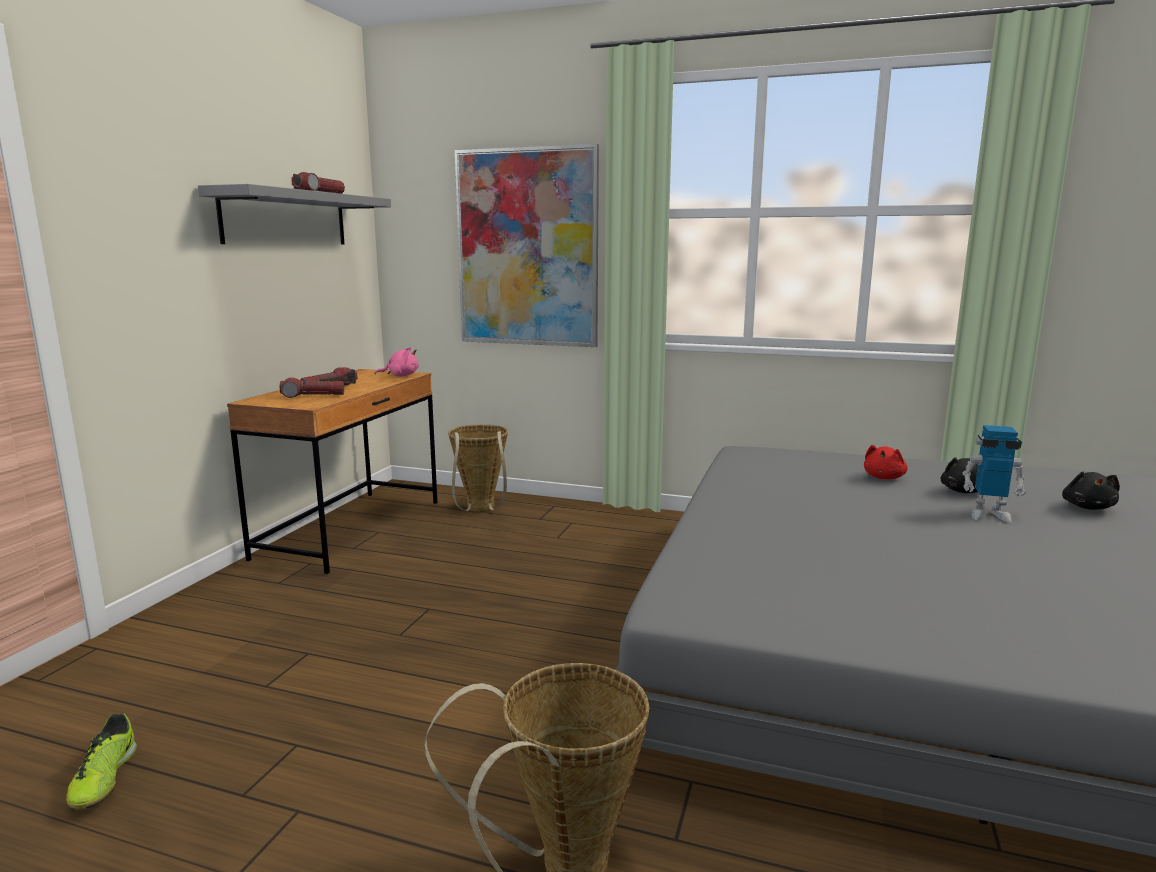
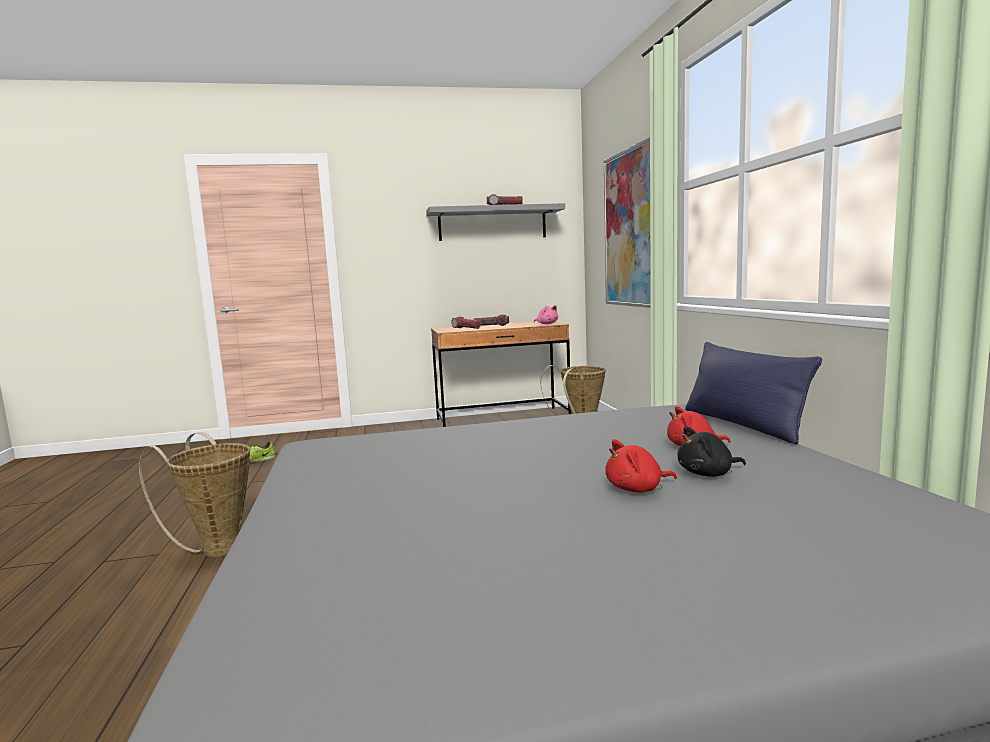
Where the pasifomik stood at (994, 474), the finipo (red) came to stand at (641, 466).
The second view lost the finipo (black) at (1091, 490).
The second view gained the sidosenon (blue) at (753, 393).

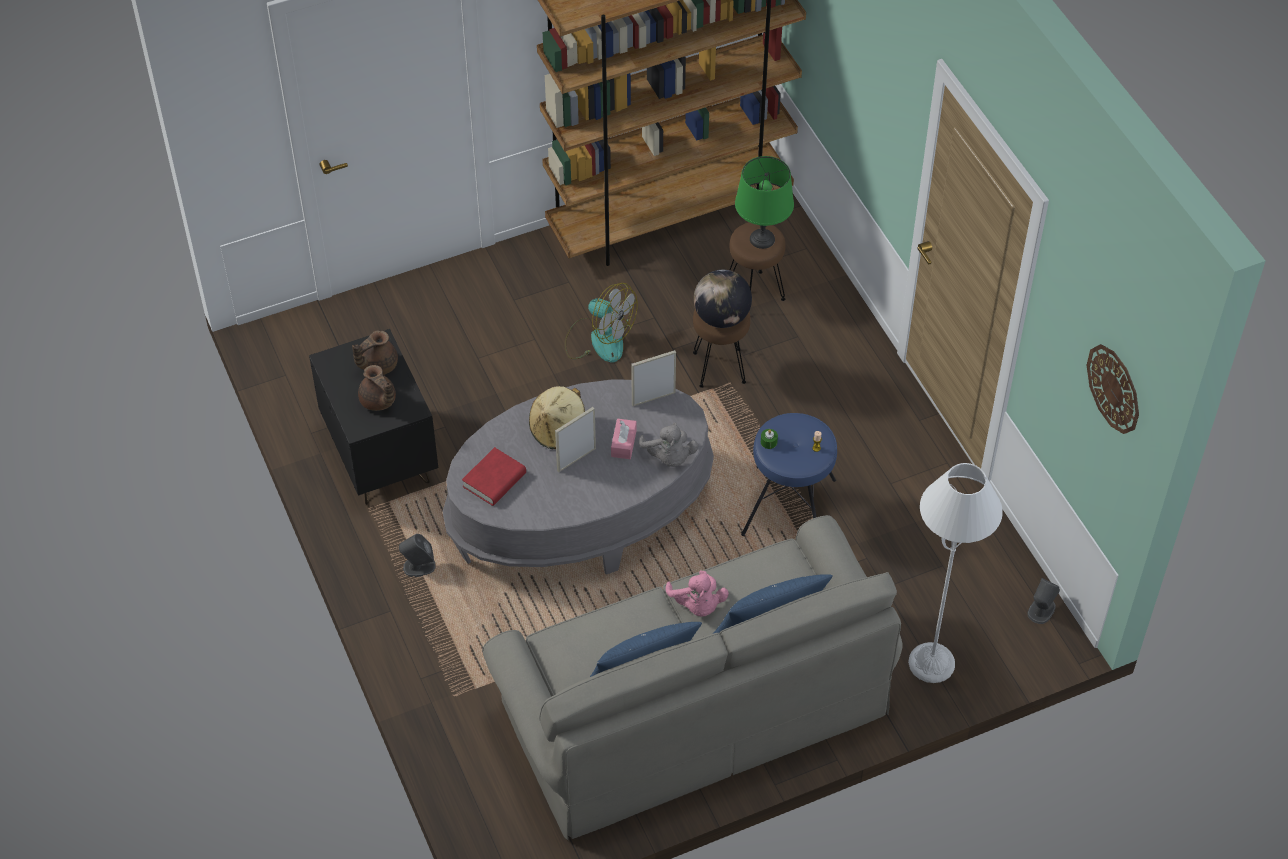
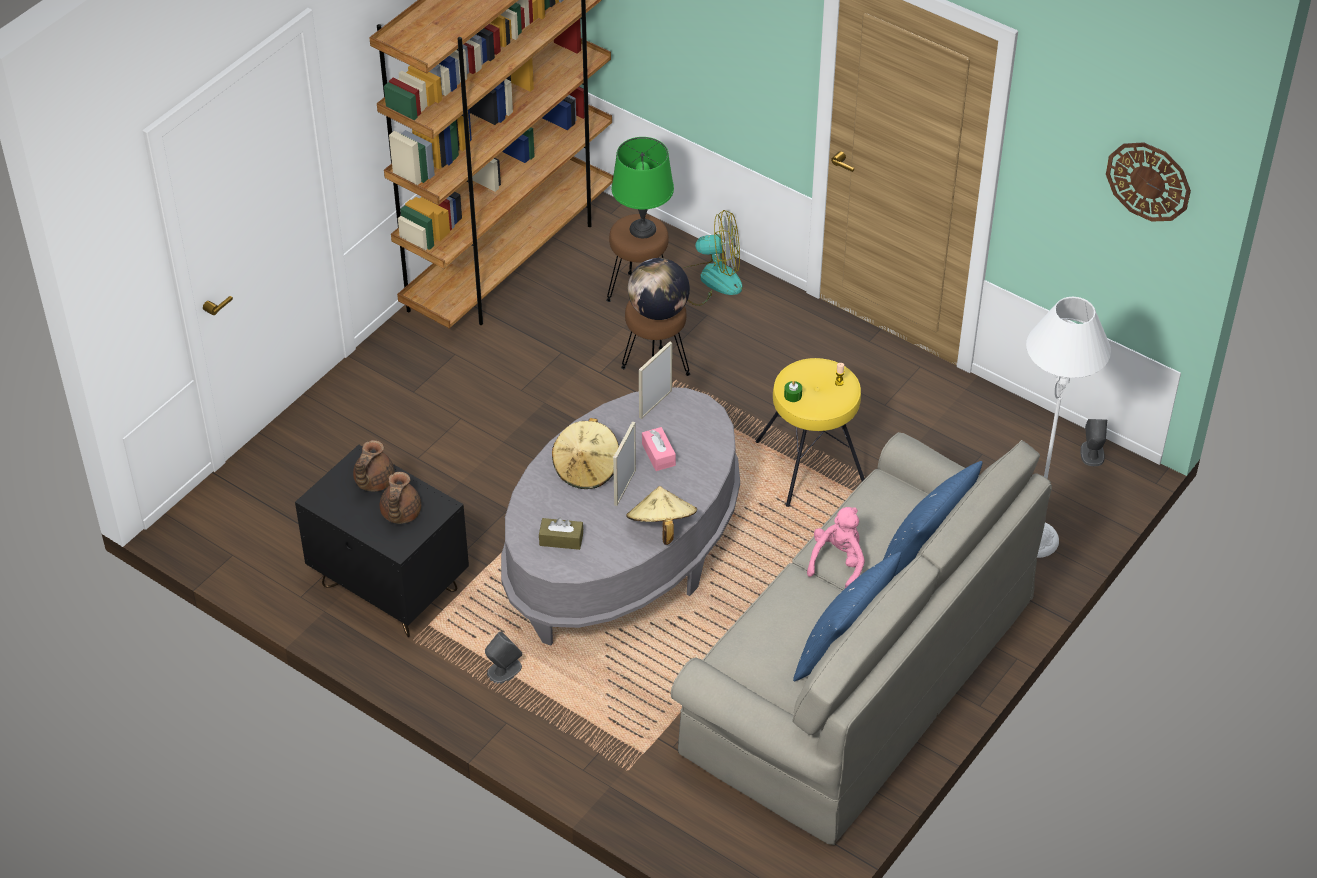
The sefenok ended up elsewhere, having gone from (601, 323) to (712, 258).
The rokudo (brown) at (377, 388) ended up facing another way, 75 degrees clockwise from before.
What was the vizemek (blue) at (789, 474) turned into the vizemek (yellow) at (810, 432).
The second view lost the finipo (grey) at (668, 444).
Where the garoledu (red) stood at (494, 476), the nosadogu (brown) came to stand at (561, 534).
The finipo (pink) at (697, 594) ended up facing another way, 105 degrees counterclockwise from before.
The second view gained the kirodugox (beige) at (661, 515).

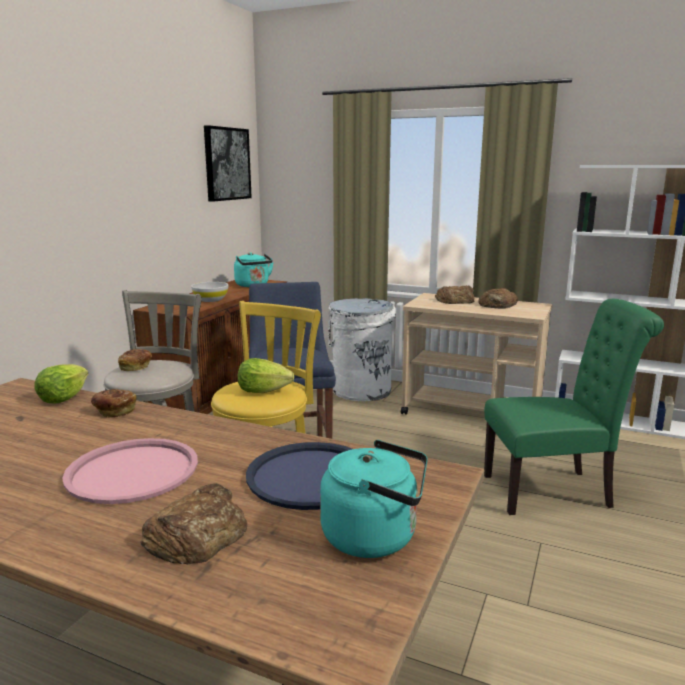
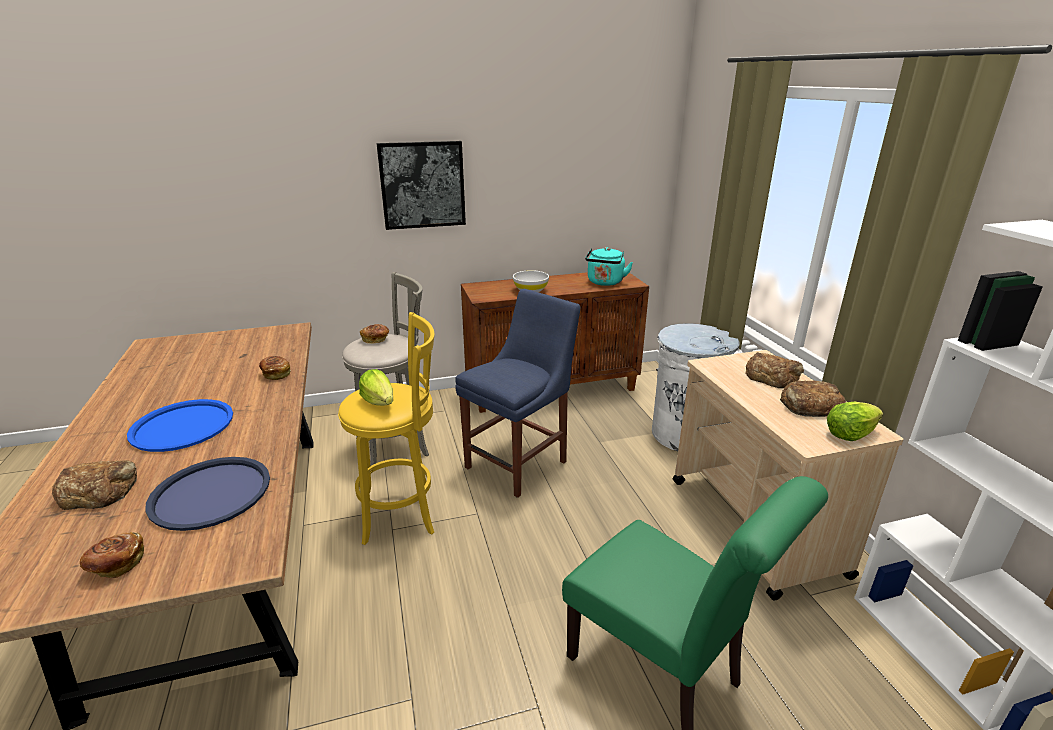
The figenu ended up elsewhere, having gone from (228, 163) to (421, 185).
The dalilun ended up elsewhere, having gone from (61, 384) to (855, 421).
What was the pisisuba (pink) at (130, 471) turned into the pisisuba (blue) at (180, 425).
Where the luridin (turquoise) stood at (374, 499), the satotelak came to stand at (112, 555).

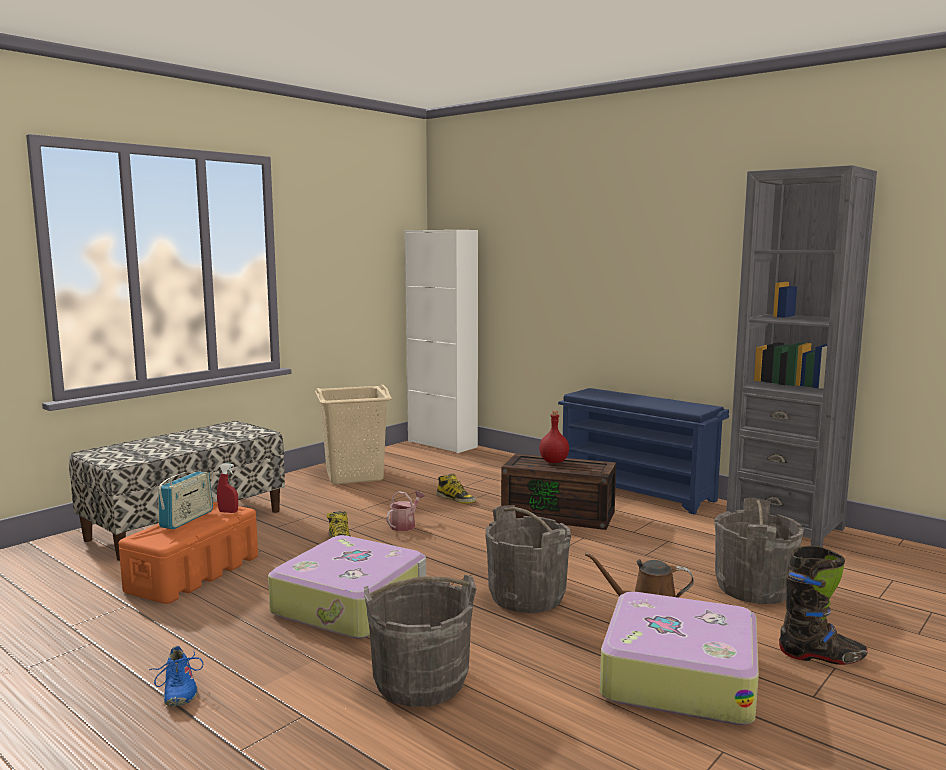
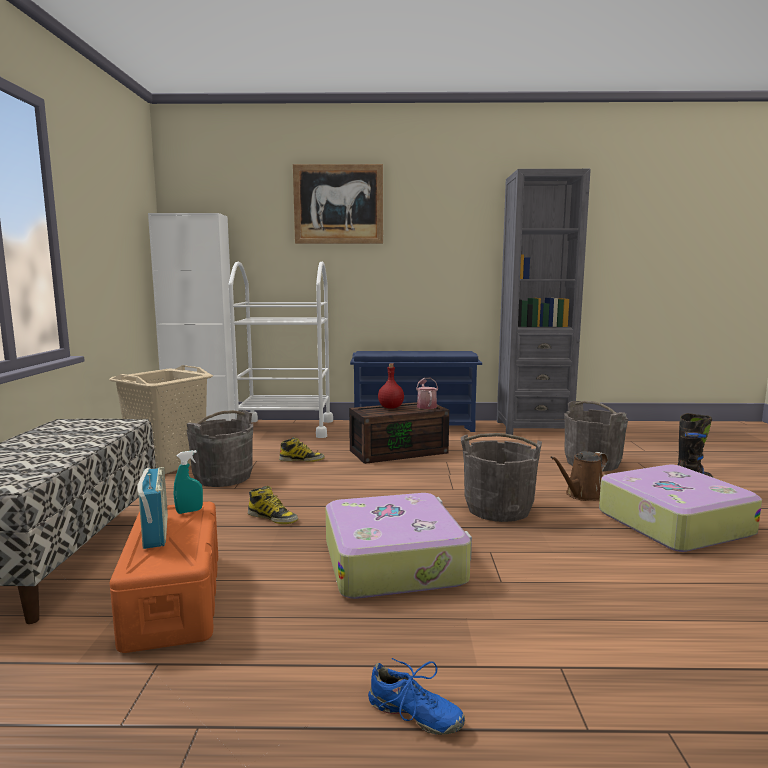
What was the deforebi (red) at (227, 488) turned into the deforebi (turquoise) at (188, 482).
The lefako ended up elsewhere, having gone from (405, 511) to (427, 393).
The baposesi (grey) ended up elsewhere, having gone from (420, 641) to (220, 448).
The second view gained the figenu at (338, 204).
The second view gained the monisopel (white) at (281, 350).

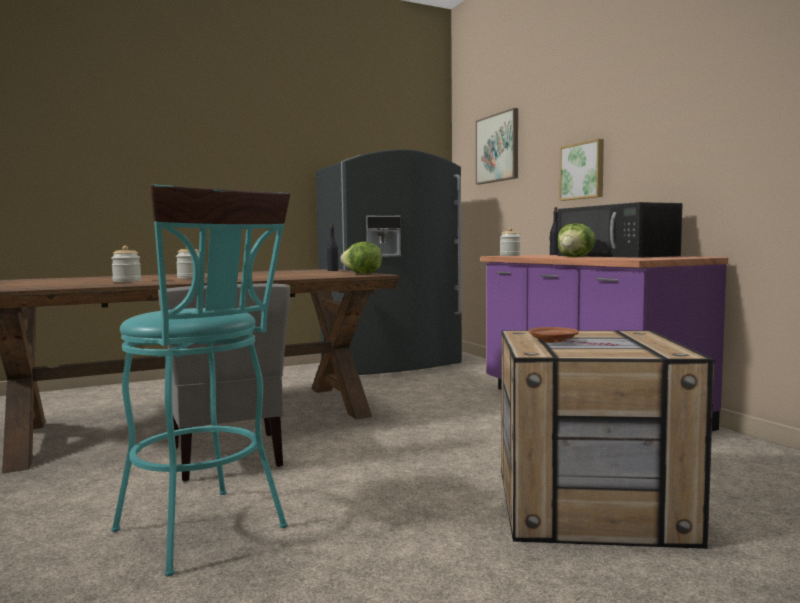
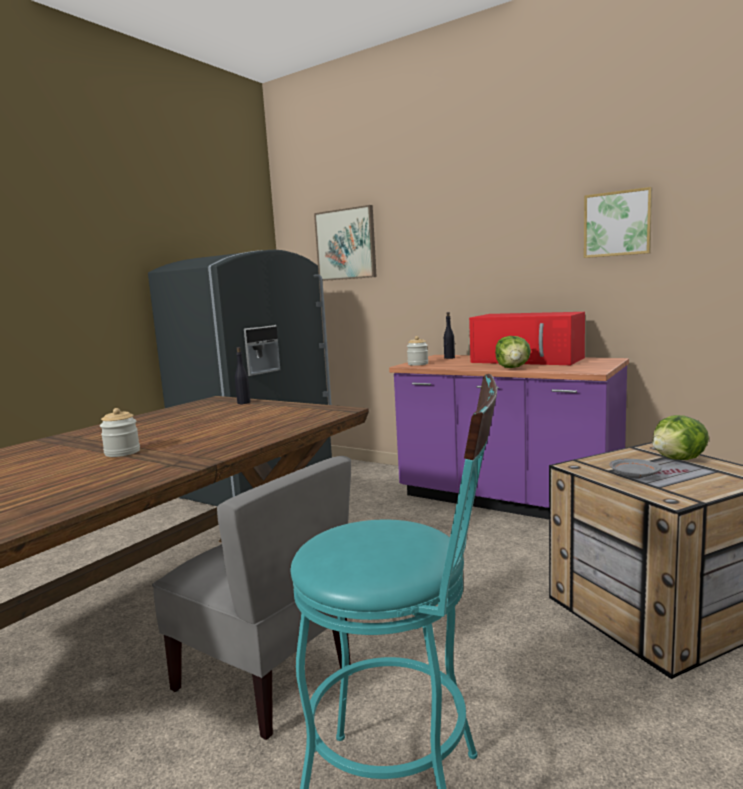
The figenu ended up elsewhere, having gone from (581, 170) to (618, 222).
What was the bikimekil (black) at (620, 230) turned into the bikimekil (red) at (527, 338).
The dalilun ended up elsewhere, having gone from (361, 257) to (680, 437).
The second view lost the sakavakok at (126, 264).
What was the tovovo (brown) at (554, 335) turned into the tovovo (grey) at (635, 469).

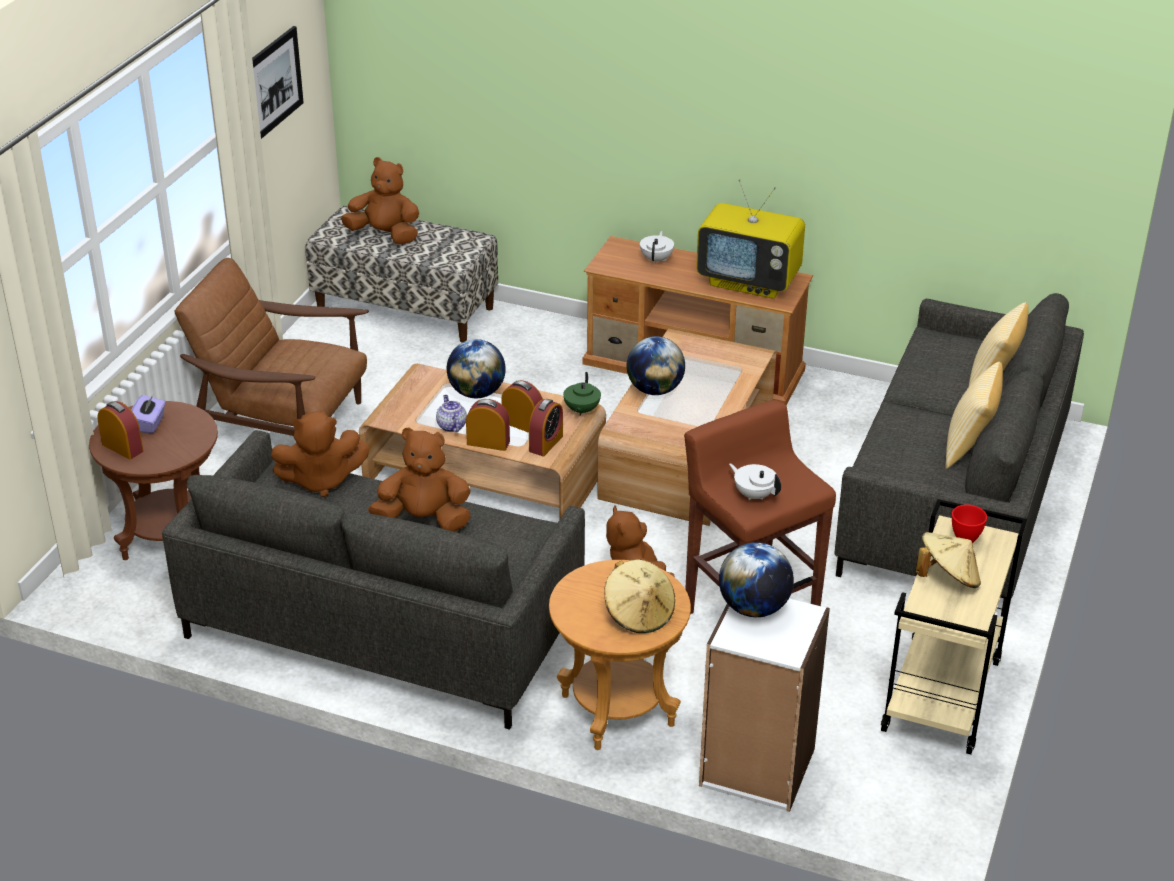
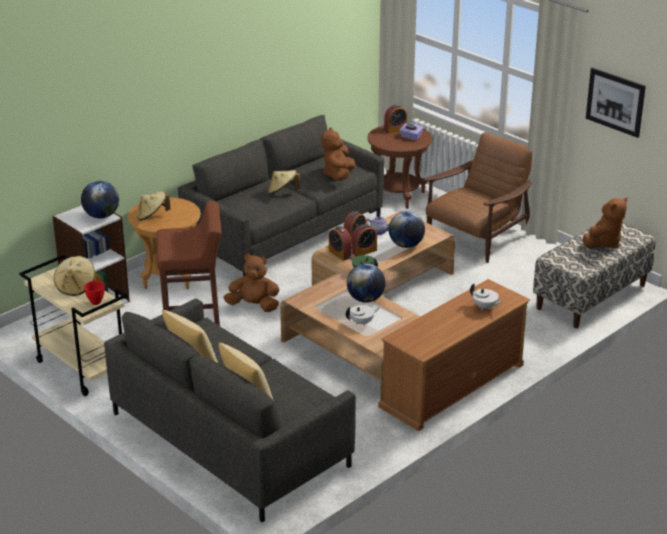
The second view lost the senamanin at (750, 239).
Where the finipo (brown) stood at (419, 479), the kirodugox (beige) came to stand at (284, 182).
The rokudo (white) ended up elsewhere, having gone from (755, 481) to (363, 315).

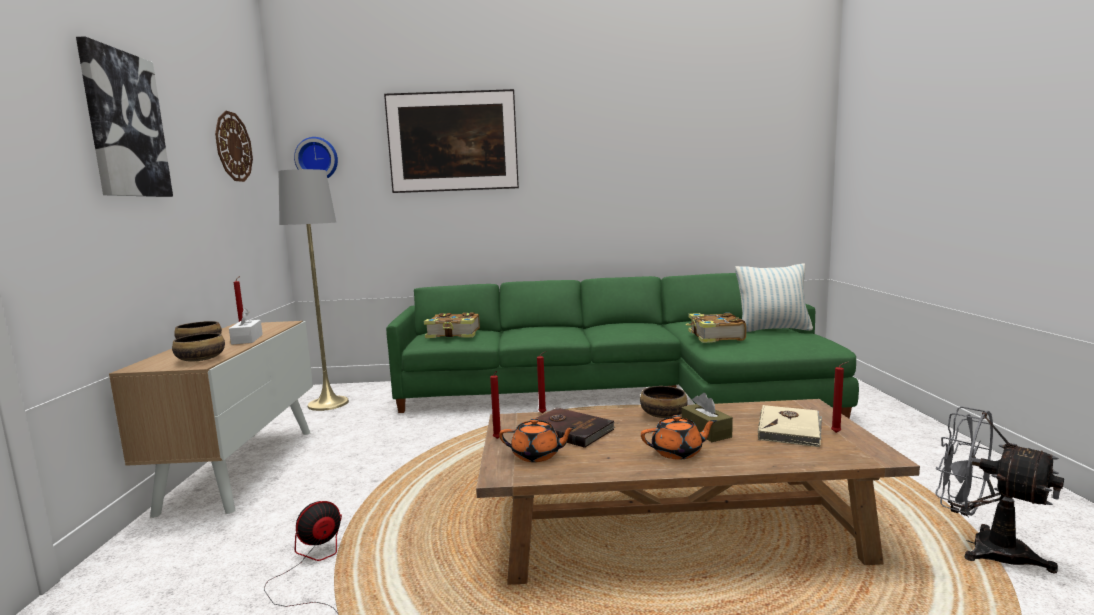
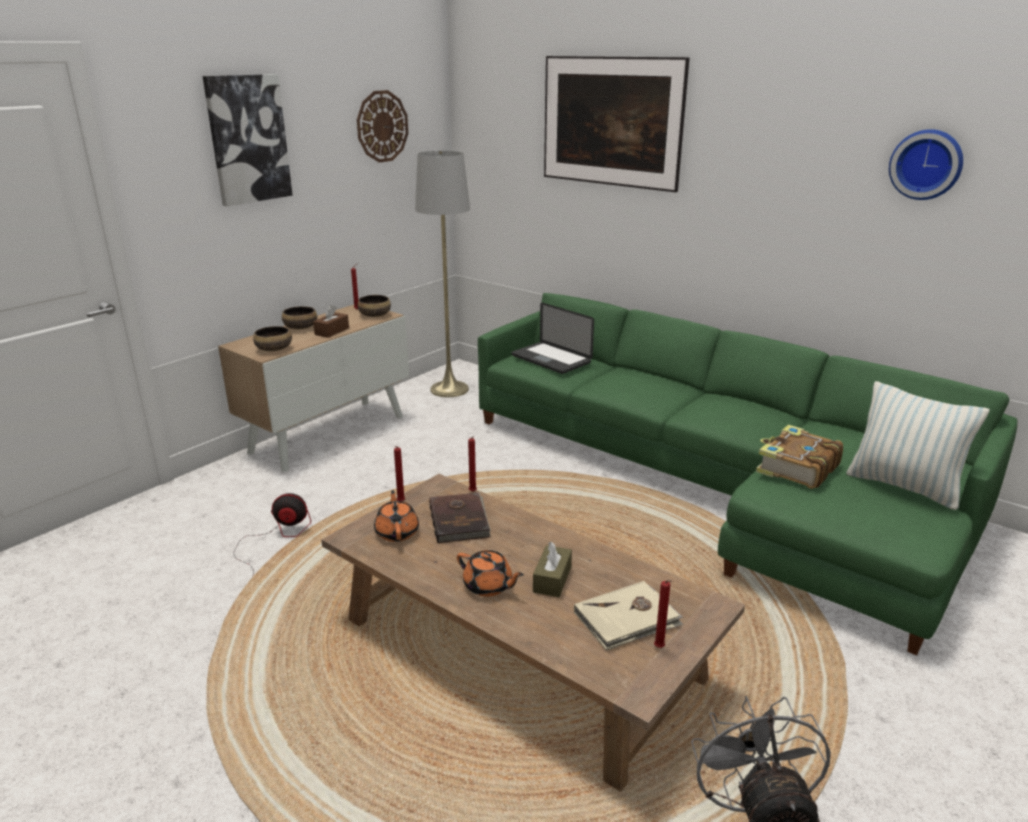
The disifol ended up elsewhere, having gone from (316, 158) to (926, 164).
What was the nosadogu (white) at (246, 326) turned into the nosadogu (brown) at (331, 321).
Where the garoledu stood at (452, 325), the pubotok came to stand at (553, 338).
The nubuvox ended up elsewhere, having gone from (664, 402) to (374, 306).
The rokudo (orange) at (538, 440) ended up facing another way, 150 degrees counterclockwise from before.

